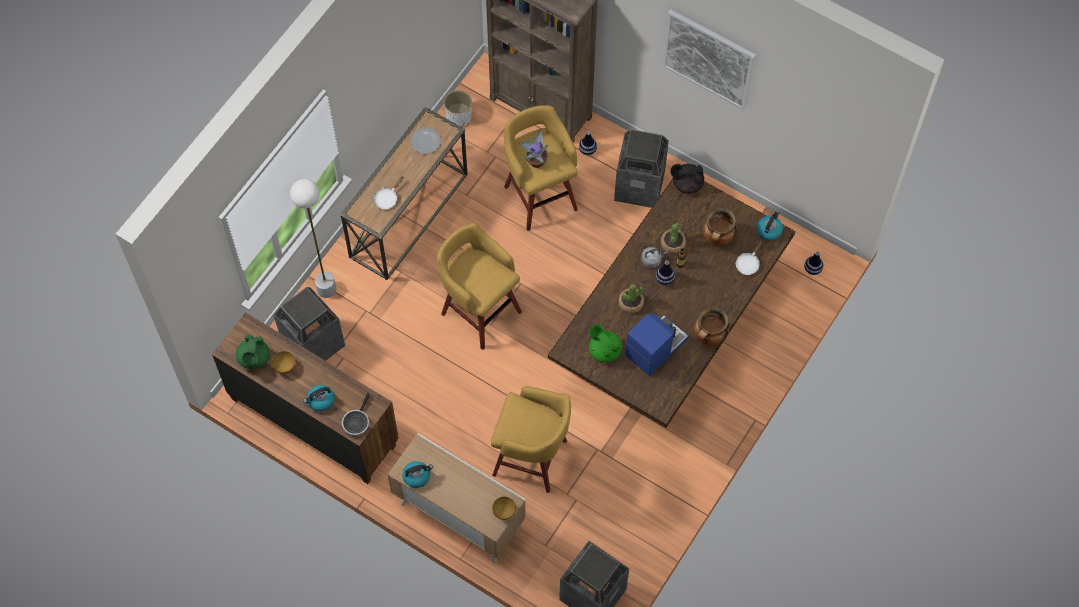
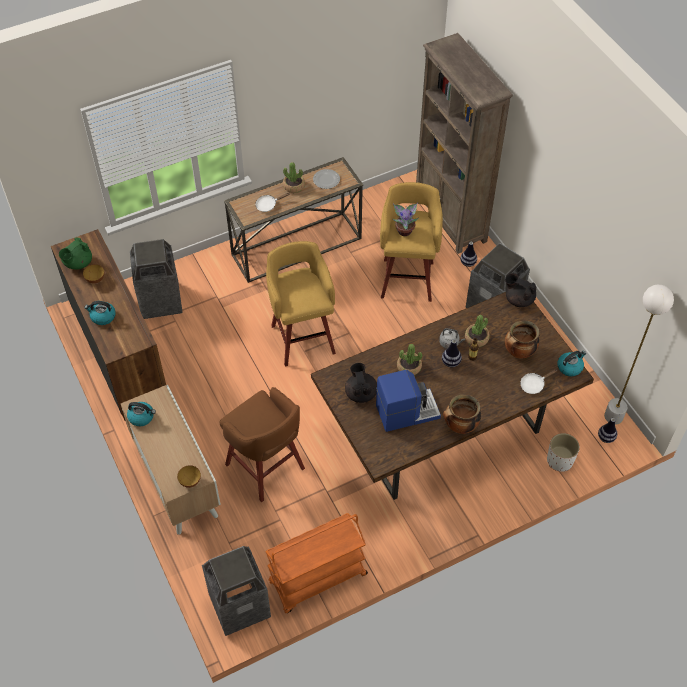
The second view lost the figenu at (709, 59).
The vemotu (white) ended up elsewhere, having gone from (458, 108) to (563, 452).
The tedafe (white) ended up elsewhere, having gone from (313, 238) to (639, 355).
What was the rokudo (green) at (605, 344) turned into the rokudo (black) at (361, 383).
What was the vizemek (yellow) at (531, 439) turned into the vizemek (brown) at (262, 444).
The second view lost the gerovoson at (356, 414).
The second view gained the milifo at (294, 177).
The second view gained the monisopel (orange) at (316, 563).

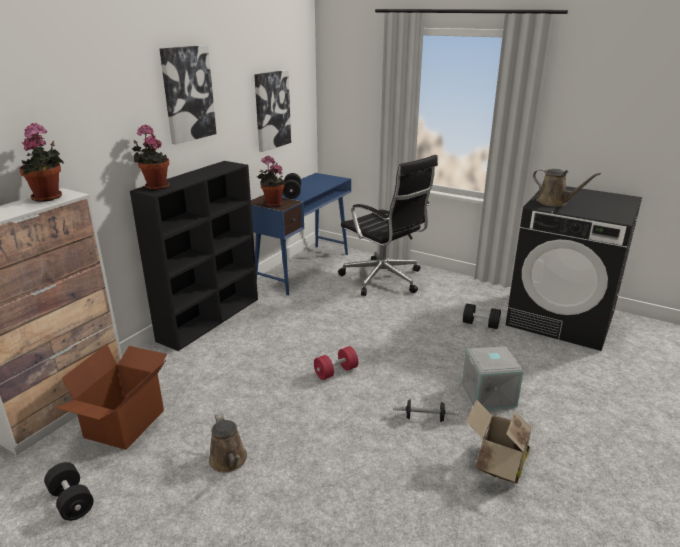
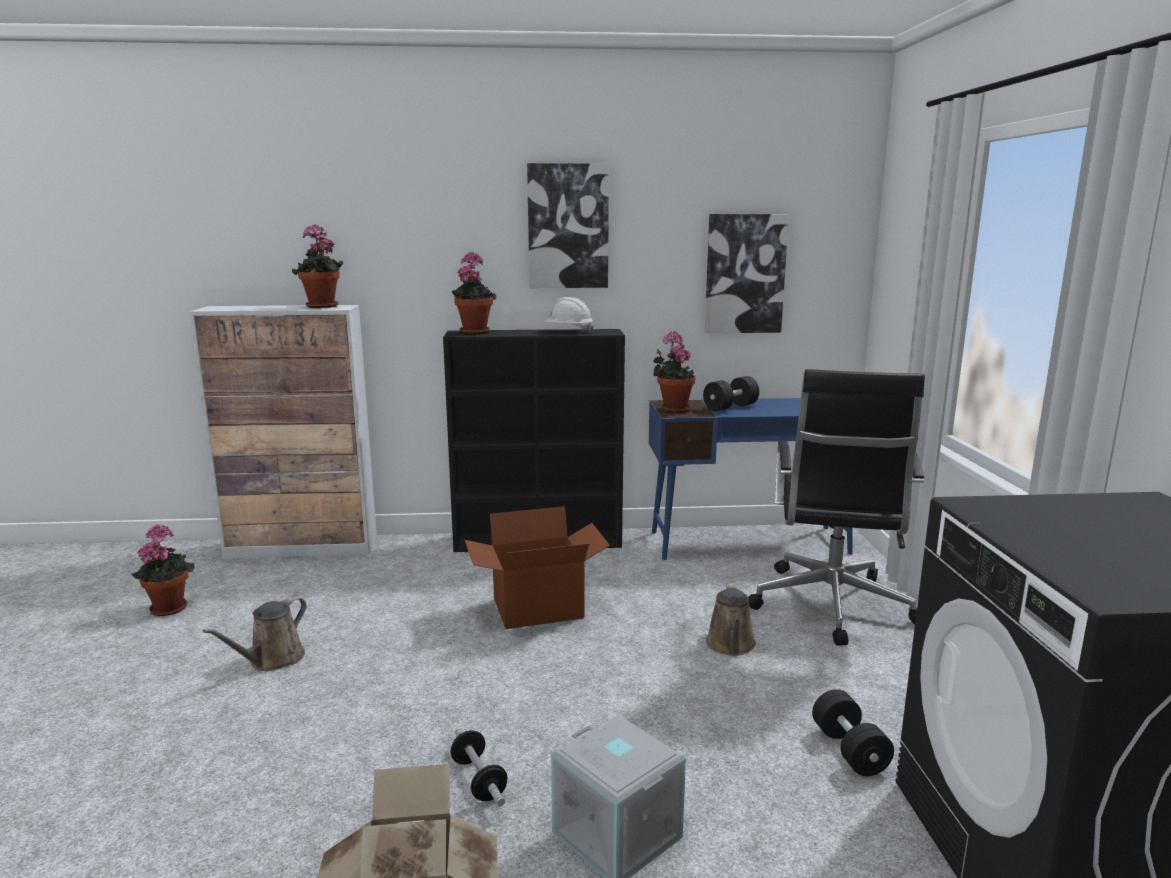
The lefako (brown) ended up elsewhere, having gone from (567, 188) to (731, 619).
The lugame ended up elsewhere, having gone from (111, 397) to (537, 567).
The second view lost the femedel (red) at (336, 363).
Where the femedel (black) stood at (69, 491), the milifo came to stand at (163, 570).
The second view gained the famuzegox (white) at (569, 314).

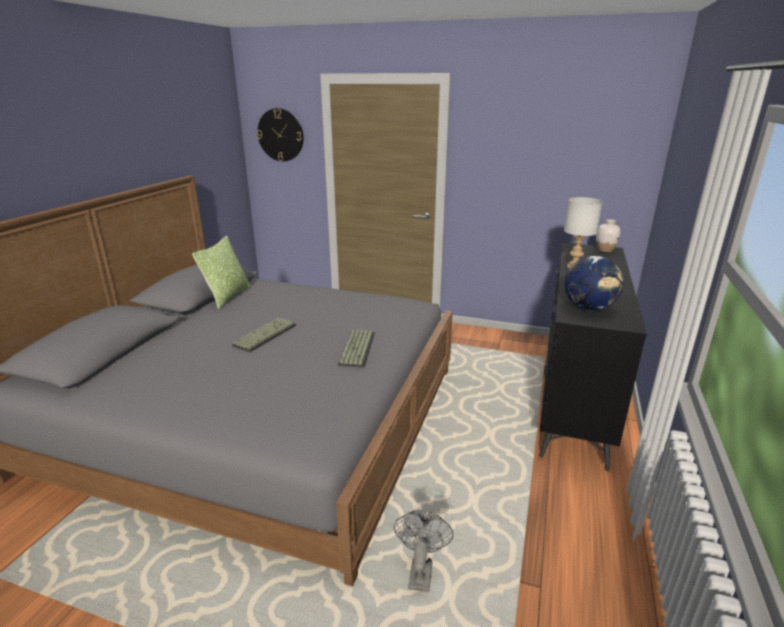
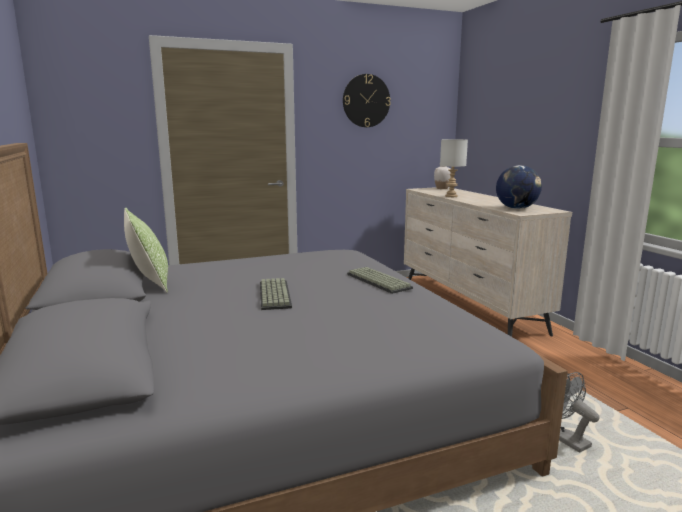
The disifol ended up elsewhere, having gone from (280, 135) to (367, 100).
What was the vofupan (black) at (593, 357) turned into the vofupan (beige) at (488, 262).

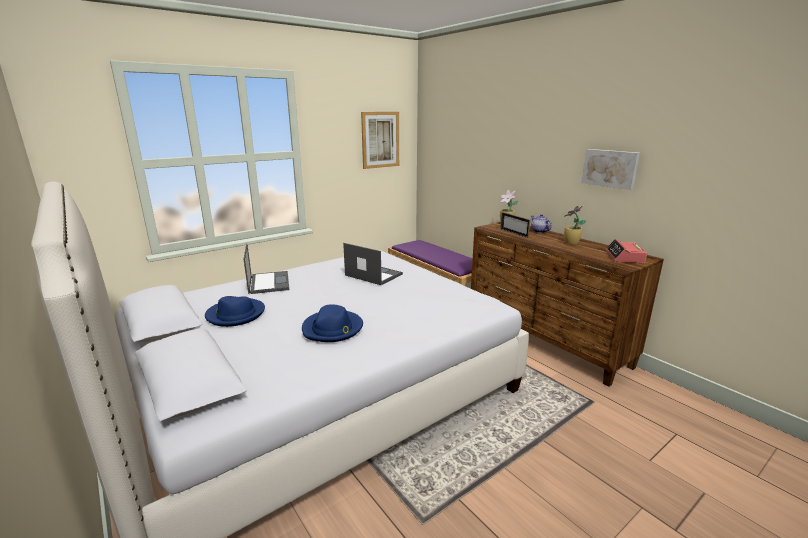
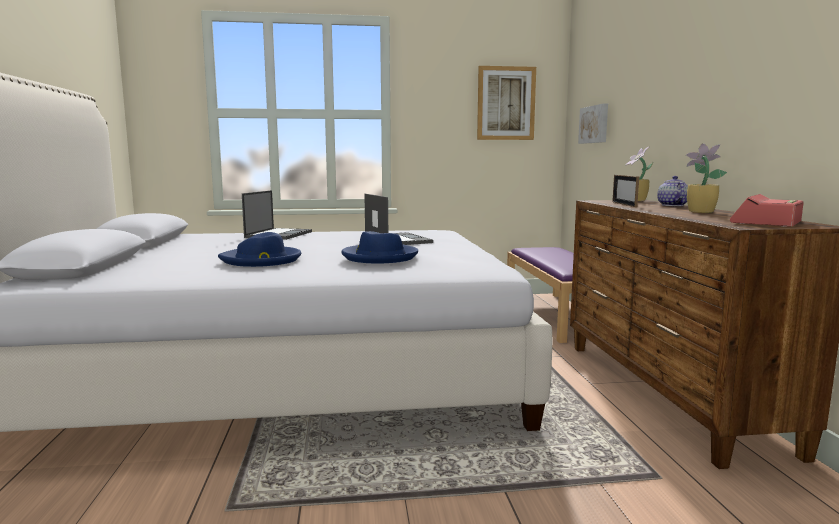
The figenu ended up elsewhere, having gone from (610, 169) to (593, 124).
The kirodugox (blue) ended up elsewhere, having gone from (235, 311) to (380, 247).

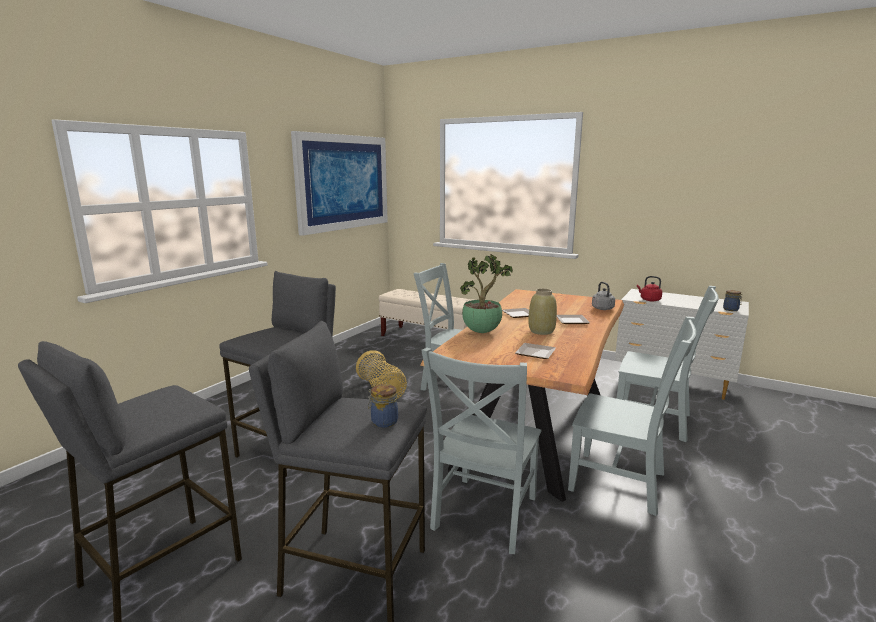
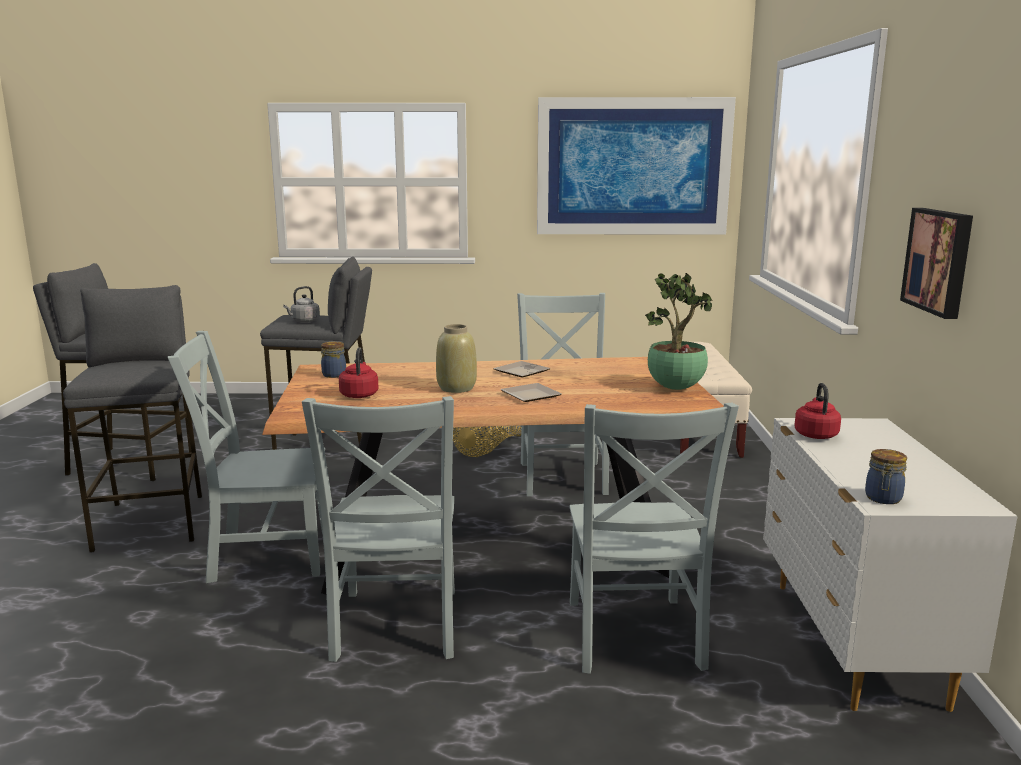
The milifo ended up elsewhere, having gone from (486, 293) to (679, 331).
The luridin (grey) ended up elsewhere, having gone from (603, 296) to (301, 304).
Where the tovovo stood at (535, 351), the luridin (red) came to stand at (359, 372).
The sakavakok ended up elsewhere, having gone from (383, 406) to (333, 359).
The second view gained the figenu at (936, 263).

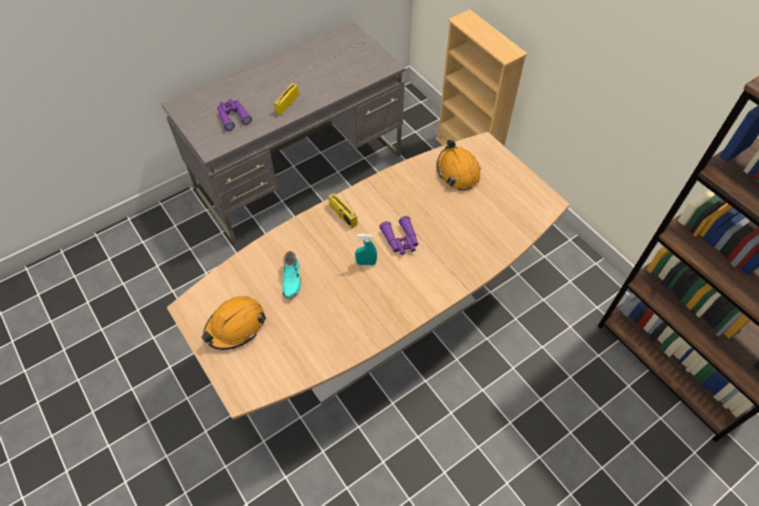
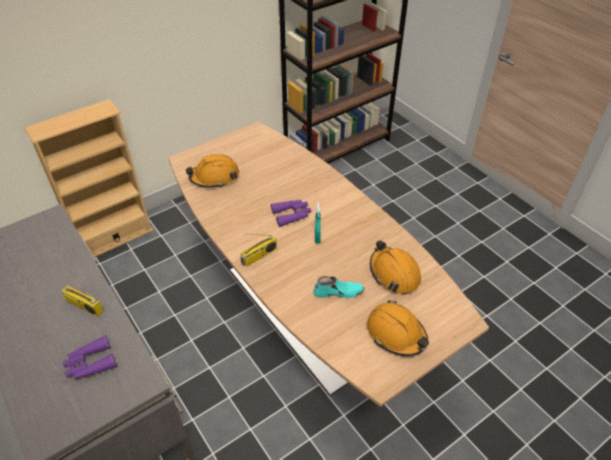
The second view gained the famuzegox (orange) at (395, 267).

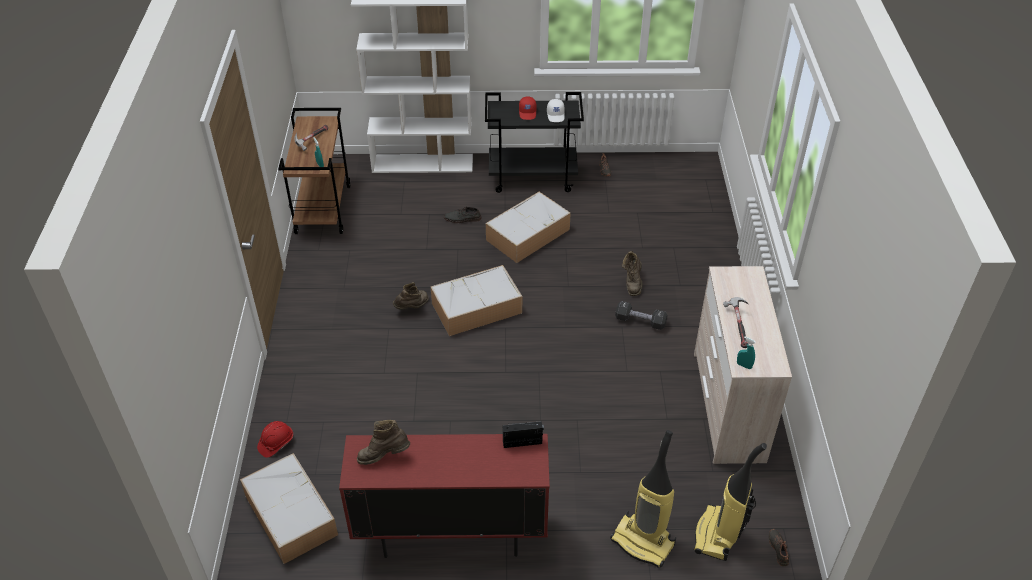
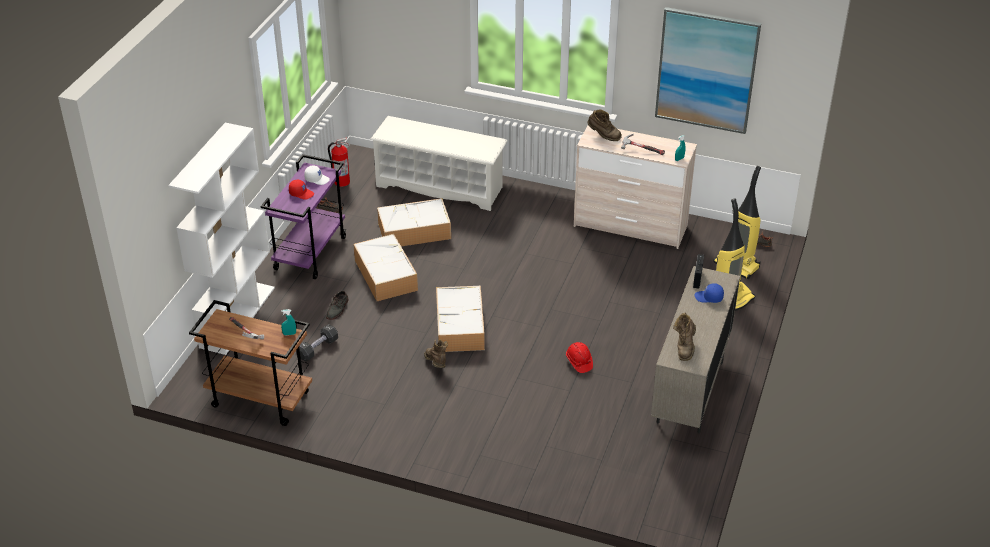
What was the monisopel (black) at (534, 142) turned into the monisopel (purple) at (304, 216).
The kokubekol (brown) ended up elsewhere, having gone from (632, 273) to (605, 125).
The femedel (black) ended up elsewhere, having gone from (641, 315) to (317, 342).
The famuzegox (red) ended up elsewhere, having gone from (275, 439) to (579, 357).
What was the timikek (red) at (444, 496) turned into the timikek (beige) at (695, 349).
The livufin ended up elsewhere, having gone from (289, 508) to (414, 222).
The second view gained the figenu at (708, 70).
The second view gained the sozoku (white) at (439, 163).
The second view gained the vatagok at (339, 162).
The second view gained the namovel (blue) at (709, 293).

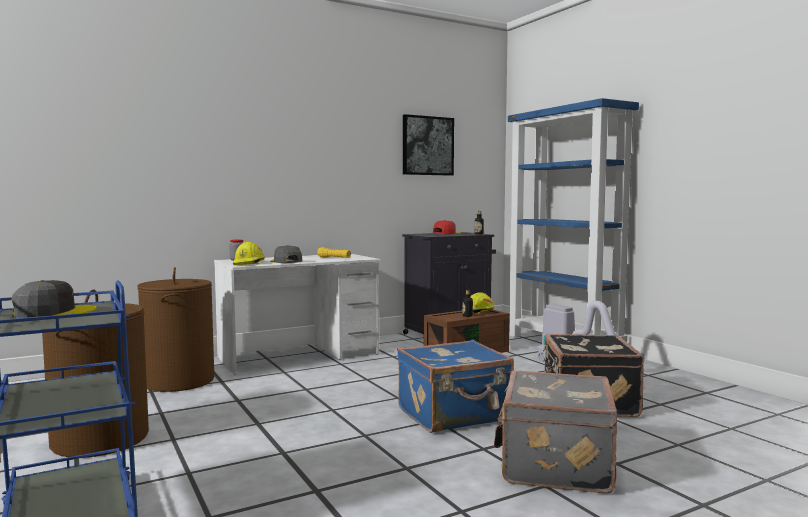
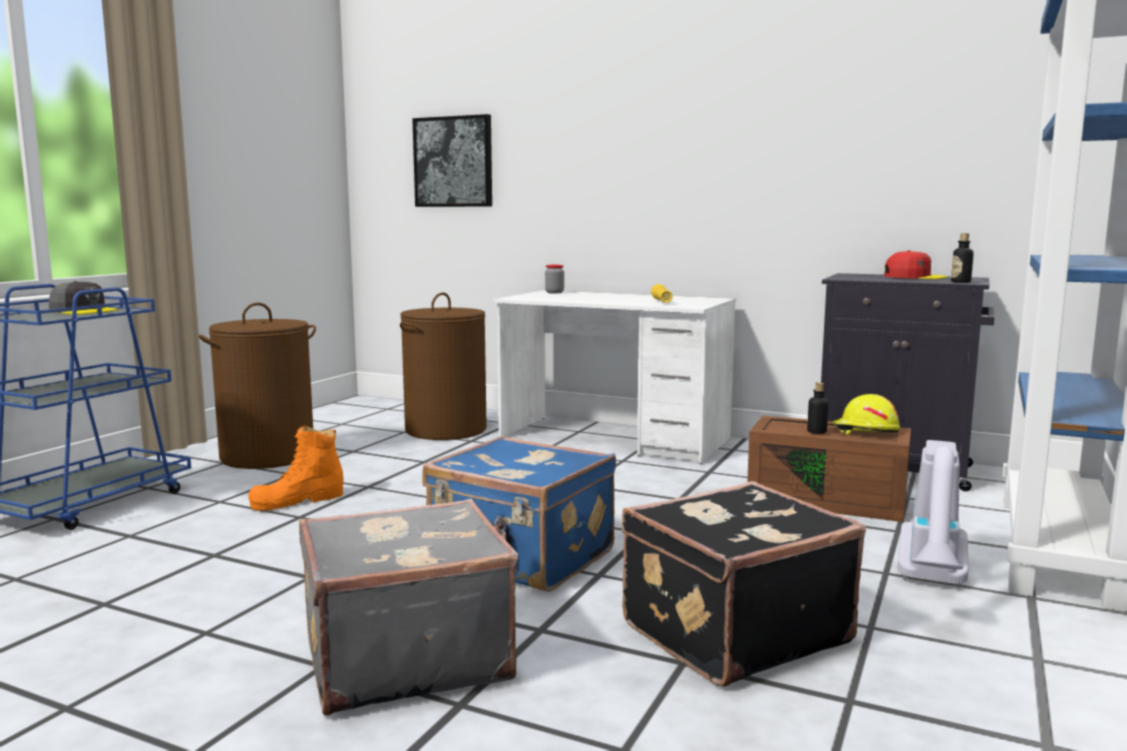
The figenu ended up elsewhere, having gone from (428, 145) to (452, 160).
The second view lost the famuzegox (yellow) at (249, 253).
The second view lost the namovel (grey) at (286, 254).
The second view gained the kokubekol (orange) at (296, 468).

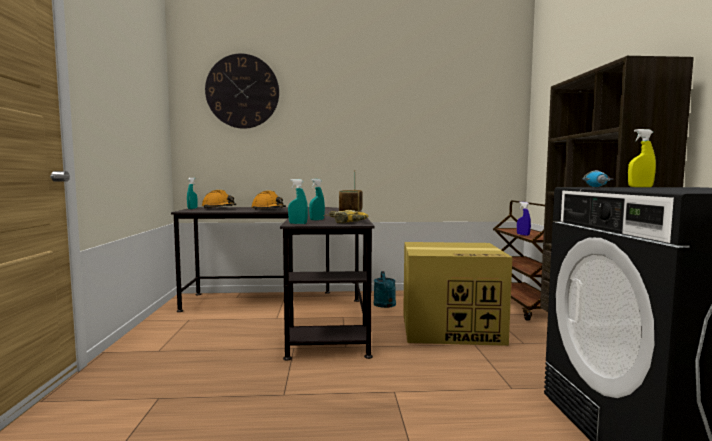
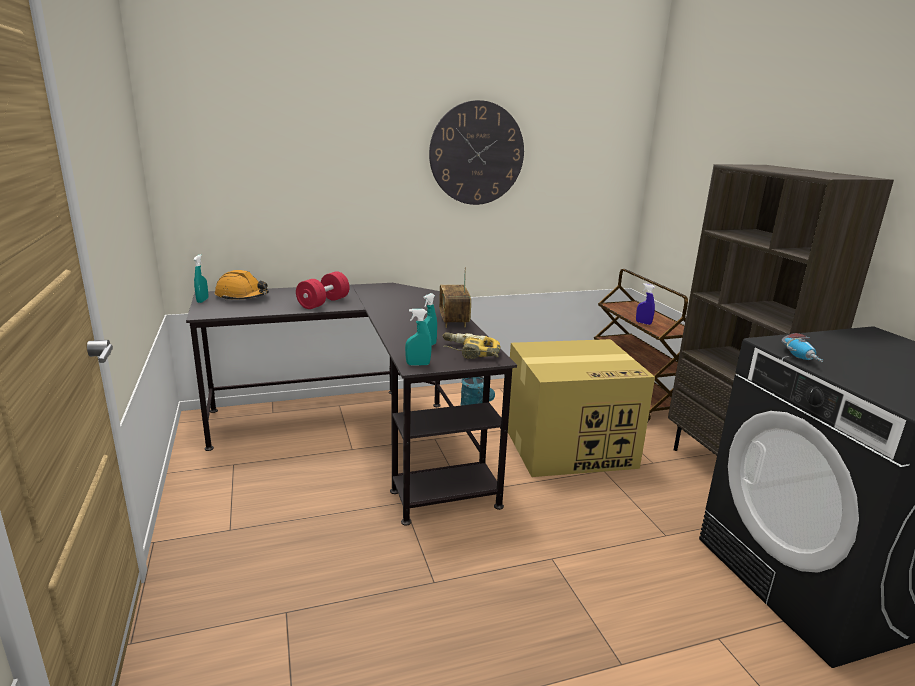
The disifol ended up elsewhere, having gone from (242, 91) to (476, 152).
The second view lost the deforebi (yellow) at (642, 158).
Where the famuzegox (orange) stood at (269, 200), the femedel (red) came to stand at (323, 290).

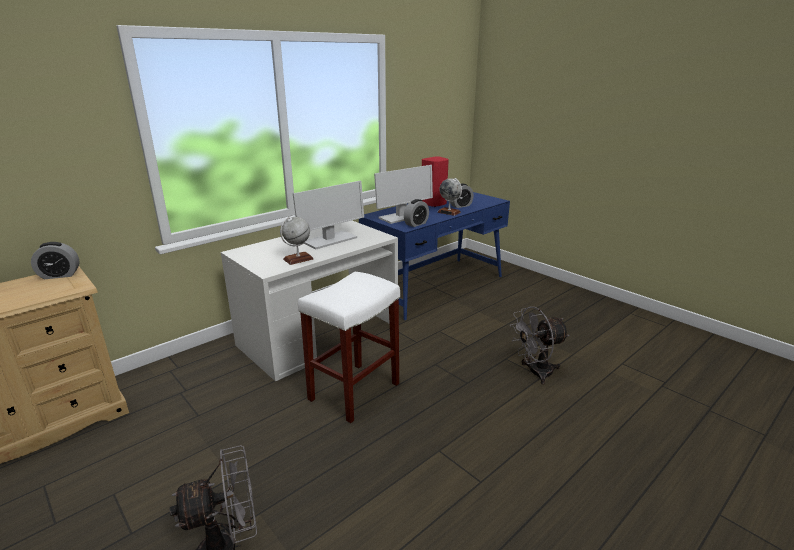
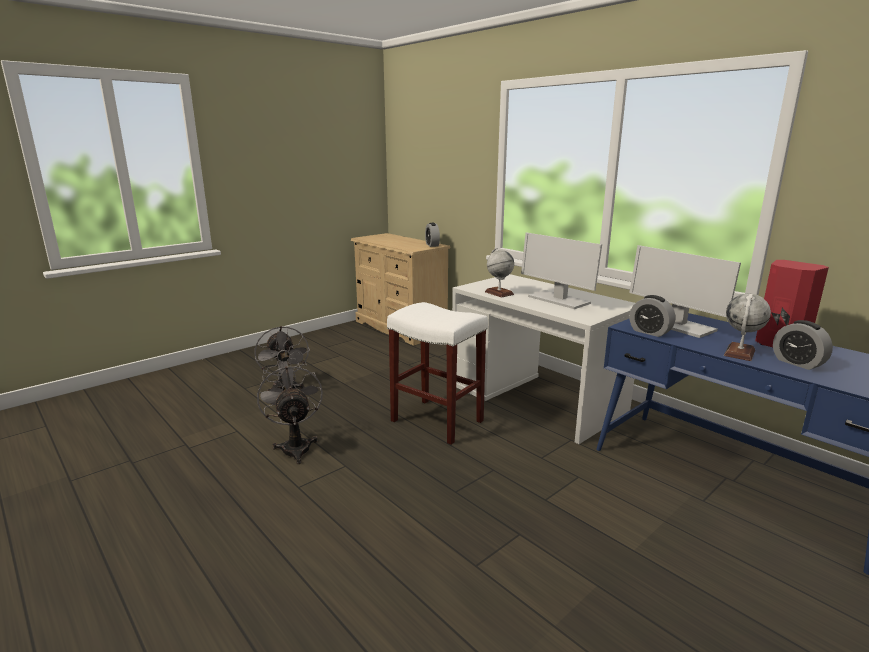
The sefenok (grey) ended up elsewhere, having gone from (539, 346) to (290, 413).

